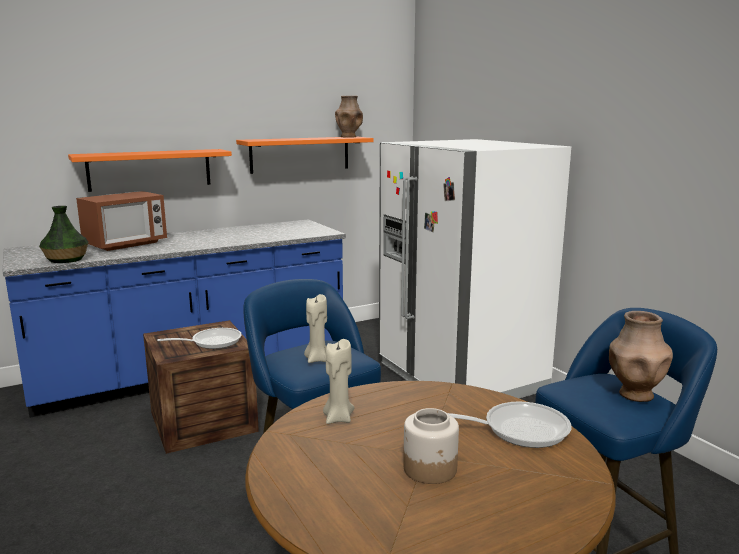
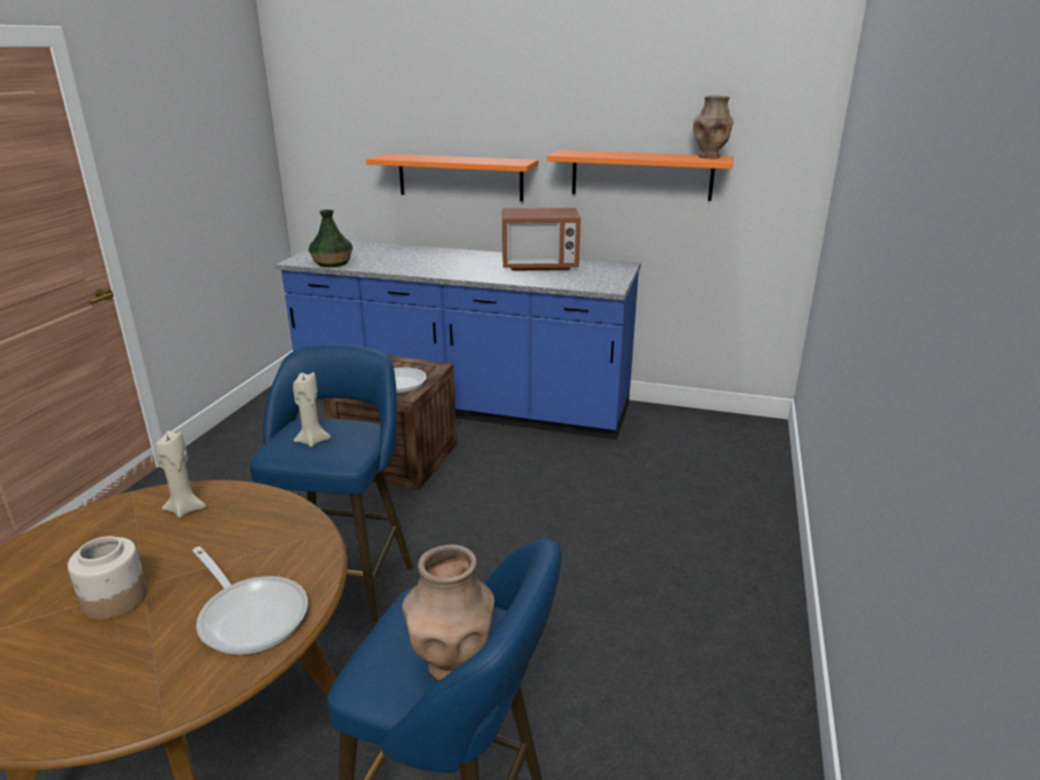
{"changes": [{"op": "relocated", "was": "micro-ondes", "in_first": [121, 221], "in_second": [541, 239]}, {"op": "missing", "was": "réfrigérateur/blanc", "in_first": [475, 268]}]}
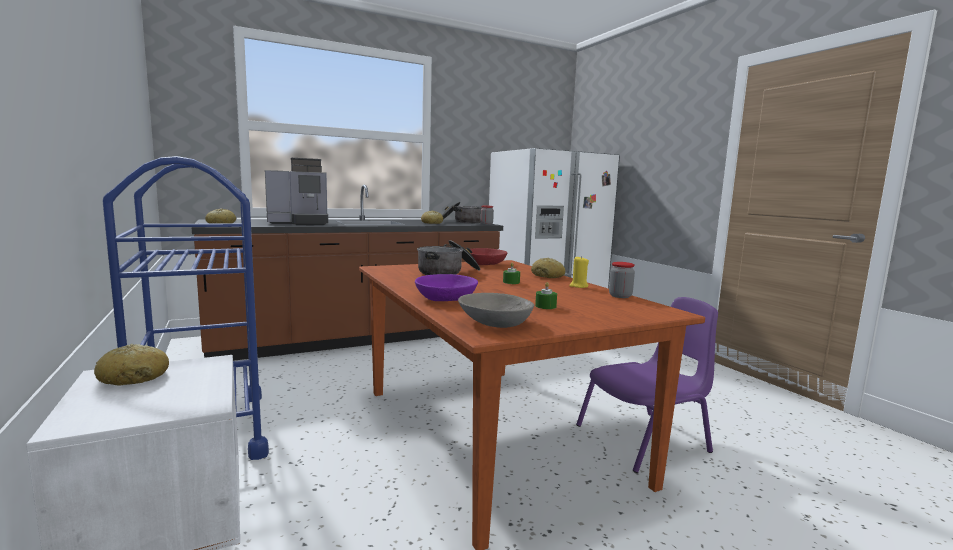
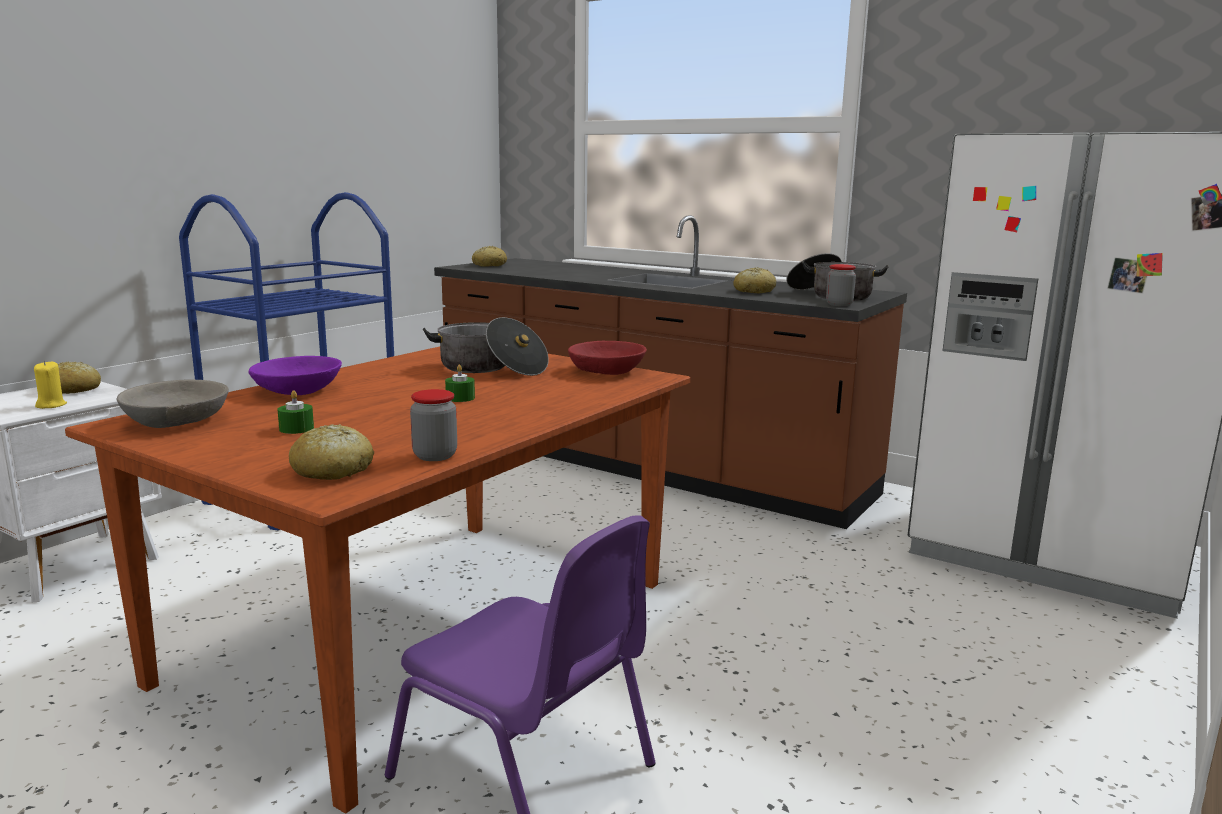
{"changes": [{"op": "missing", "was": "machine à café", "in_first": [296, 191]}, {"op": "relocated", "was": "pain", "in_first": [548, 268], "in_second": [331, 452]}, {"op": "relocated", "was": "bougie/jaune", "in_first": [579, 272], "in_second": [50, 385]}]}
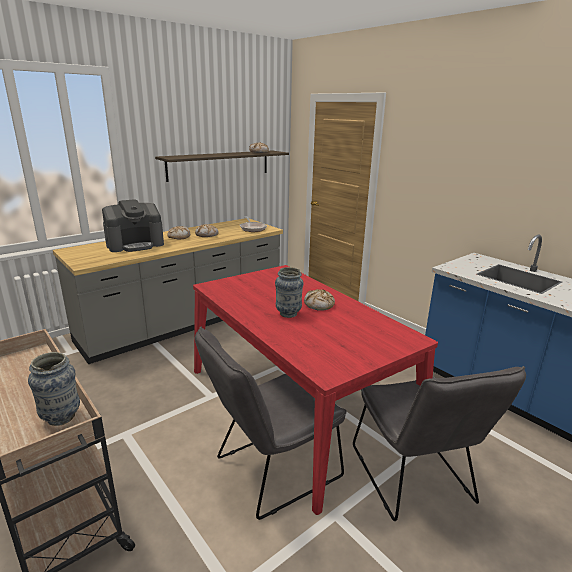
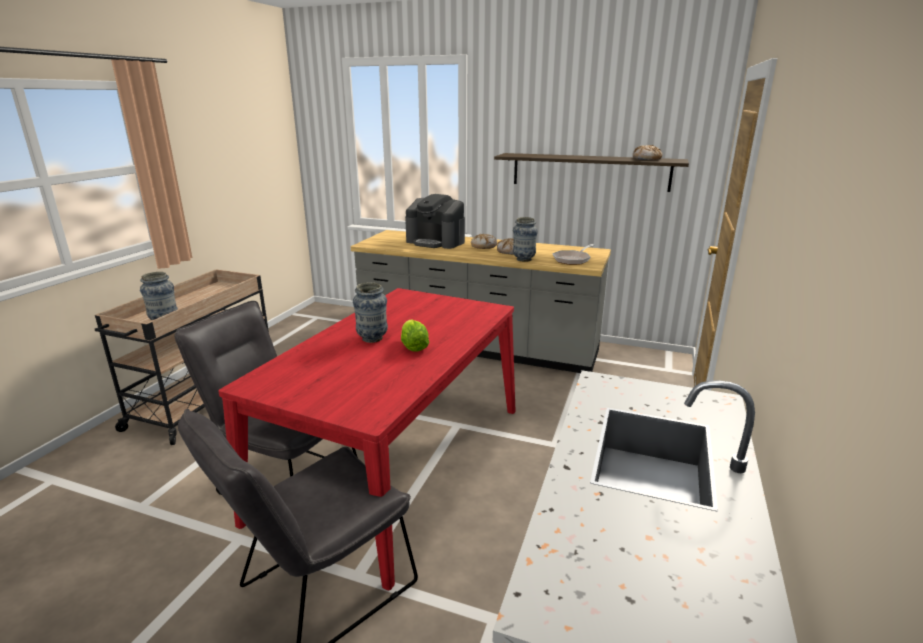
{"changes": [{"op": "exchanged", "was": "pain", "now": "laitue", "in_first": [319, 300], "in_second": [415, 335]}, {"op": "appeared", "now": "vase", "in_second": [525, 239]}]}
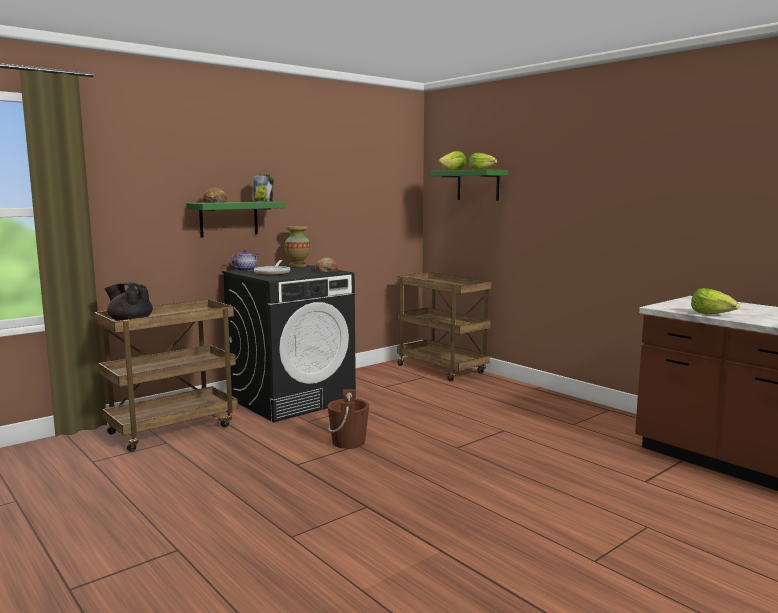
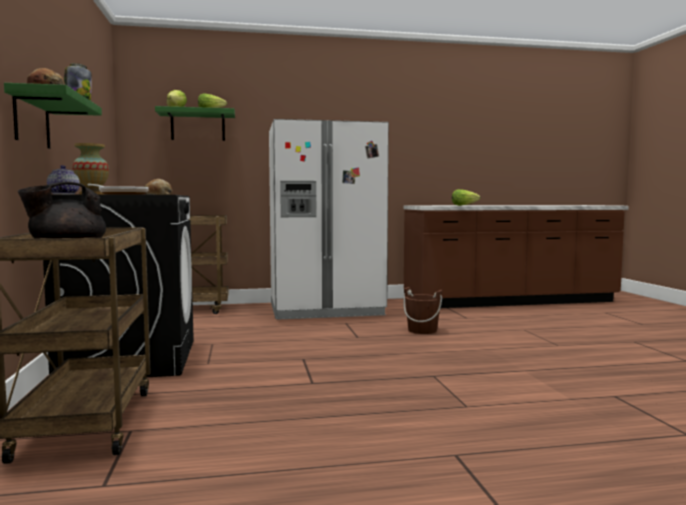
{"changes": [{"op": "relocated", "was": "seau/marron", "in_first": [348, 419], "in_second": [423, 310]}, {"op": "appeared", "now": "réfrigérateur/blanc", "in_second": [329, 219]}]}
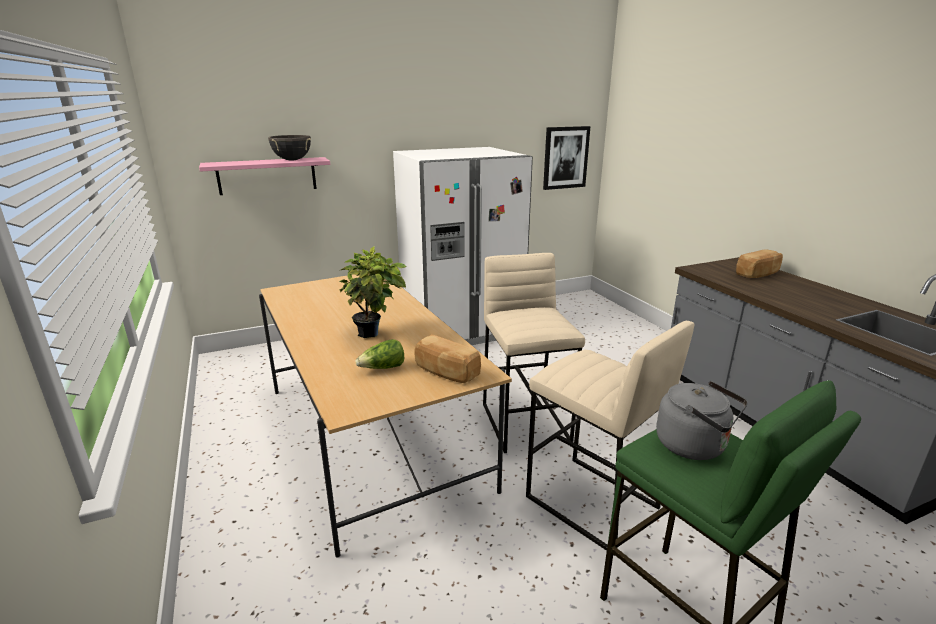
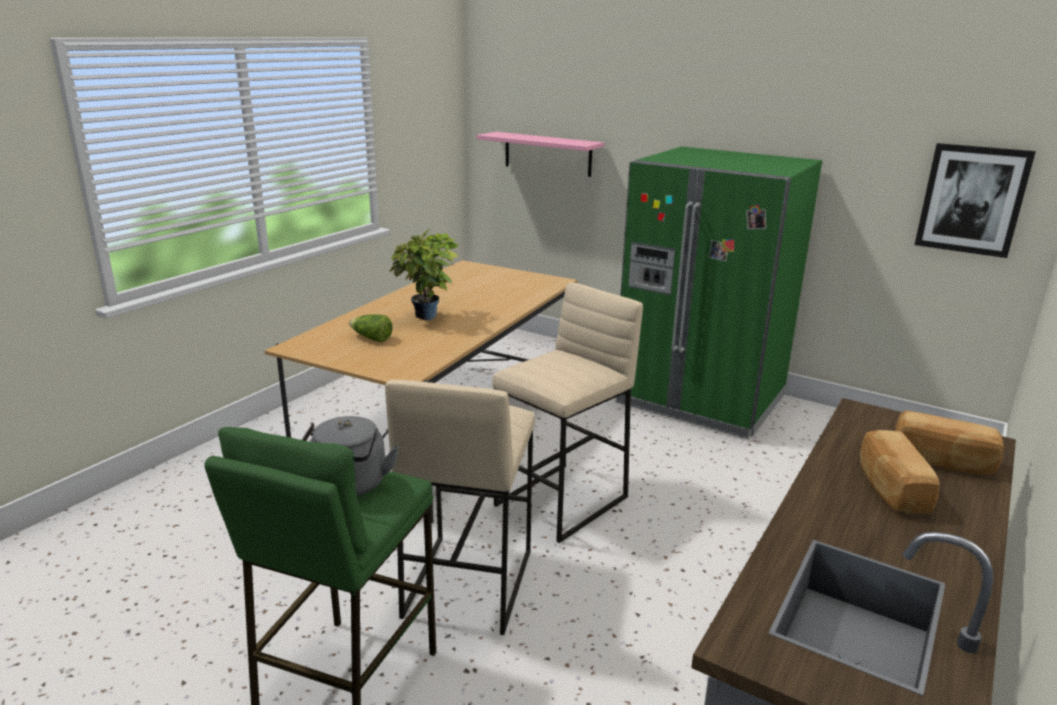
{"changes": [{"op": "missing", "was": "marmite/noir", "in_first": [289, 148]}, {"op": "colour", "was": "réfrigérateur/blanc", "now": "réfrigérateur/vert", "in_first": [463, 246], "in_second": [718, 292]}, {"op": "relocated", "was": "pain", "in_first": [447, 358], "in_second": [900, 472]}]}
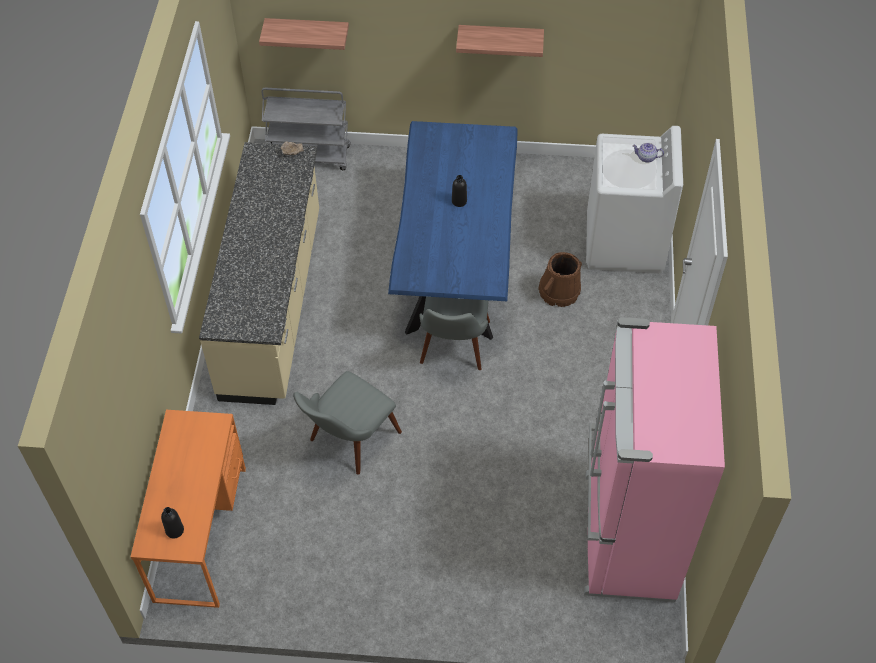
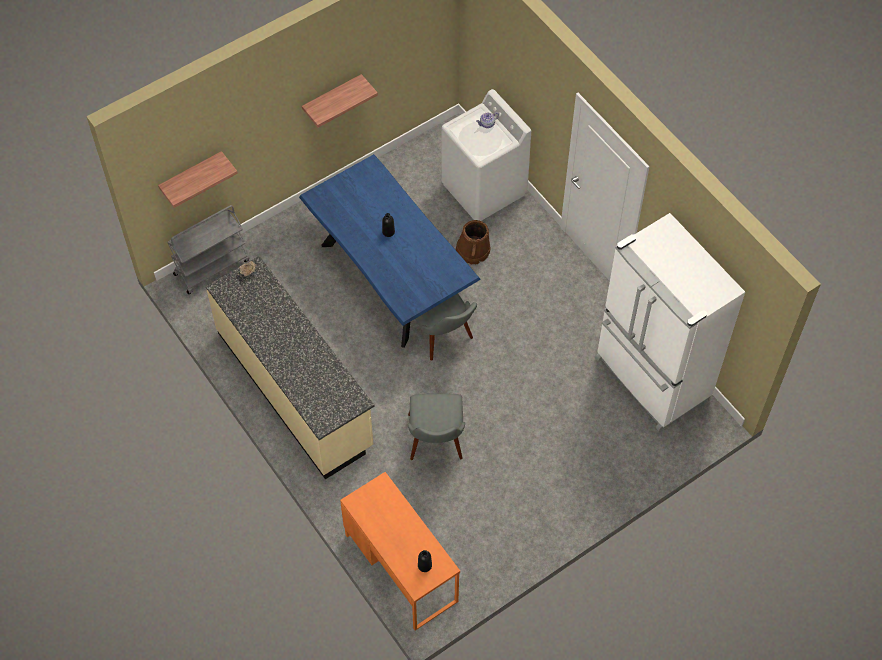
{"changes": [{"op": "colour", "was": "réfrigérateur/rose", "now": "réfrigérateur/blanc", "in_first": [654, 459], "in_second": [670, 322]}]}
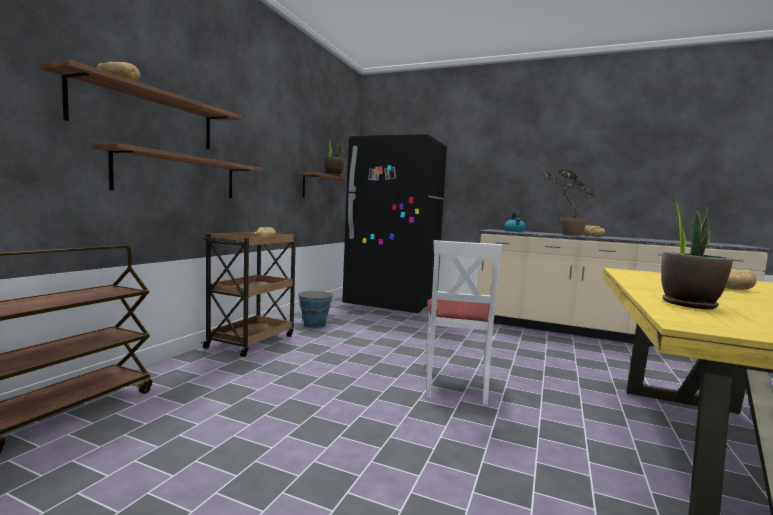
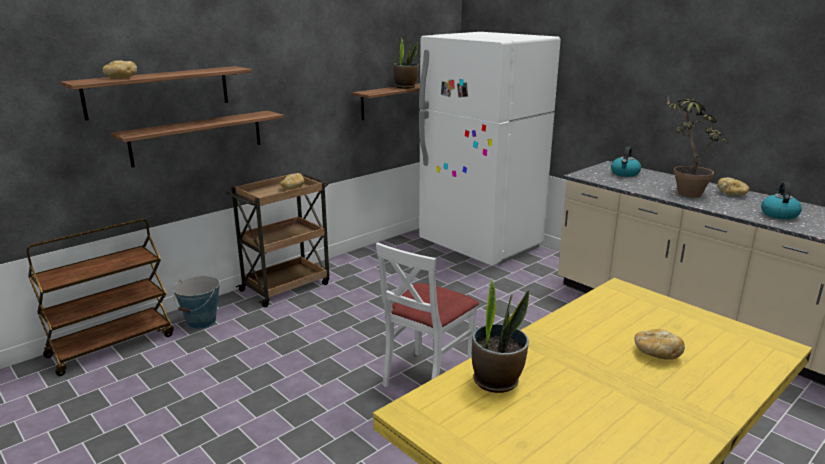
{"changes": [{"op": "relocated", "was": "seau", "in_first": [315, 309], "in_second": [196, 302]}, {"op": "colour", "was": "réfrigérateur/noir", "now": "réfrigérateur/blanc", "in_first": [394, 224], "in_second": [490, 149]}, {"op": "appeared", "now": "bouilloire", "in_second": [781, 201]}]}
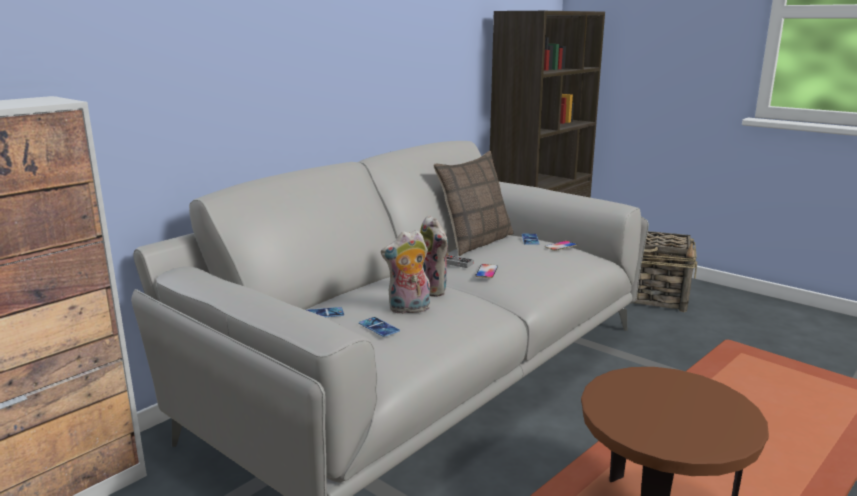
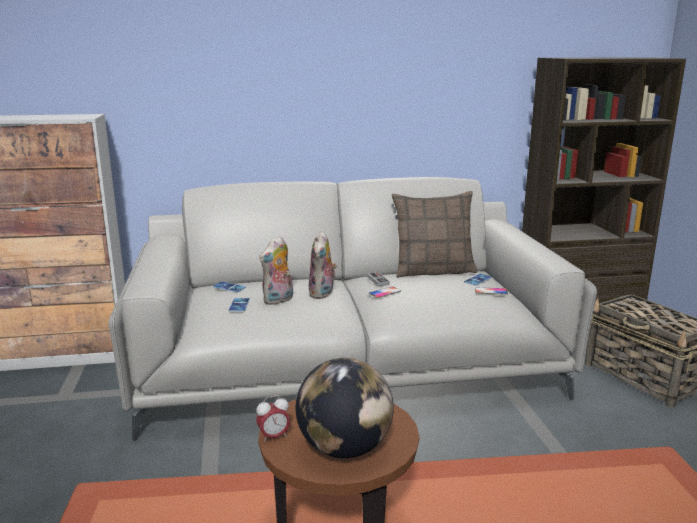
{"changes": [{"op": "spun", "was": "peluche", "in_first": [405, 272], "in_second": [276, 270], "clockwise": -75}, {"op": "appeared", "now": "réveil", "in_second": [273, 419]}, {"op": "appeared", "now": "globe", "in_second": [345, 408]}]}
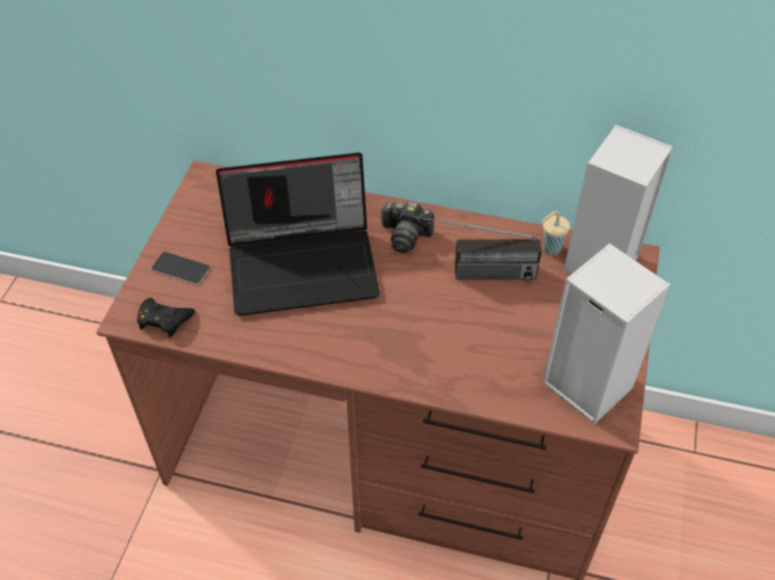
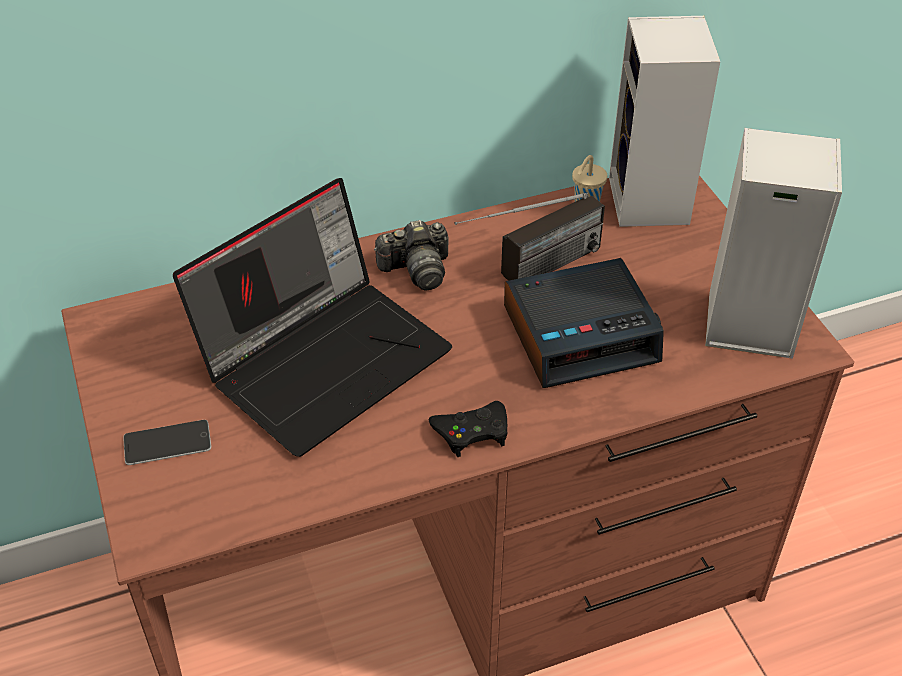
{"changes": [{"op": "relocated", "was": "manette/noir", "in_first": [166, 318], "in_second": [467, 429]}, {"op": "appeared", "now": "réveil", "in_second": [584, 323]}]}
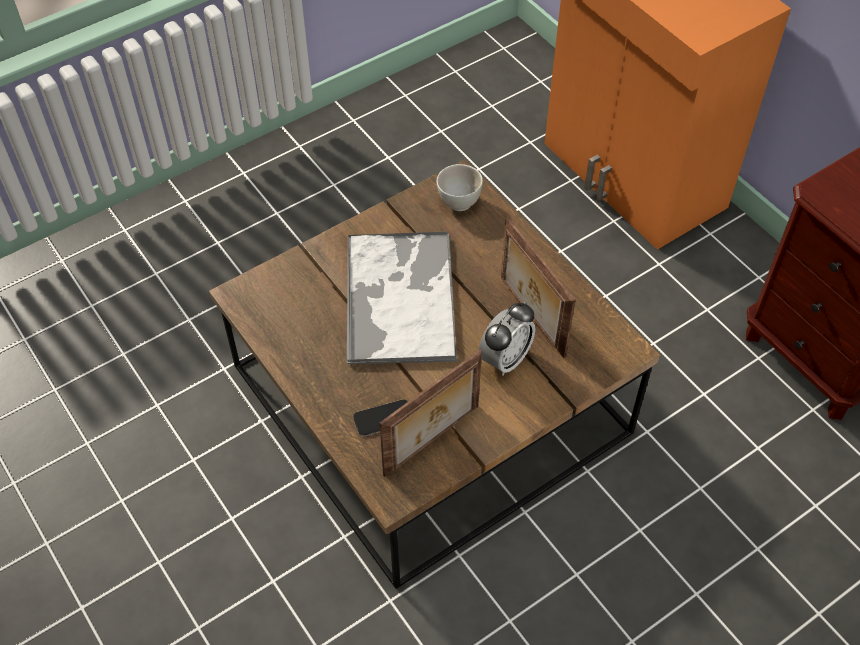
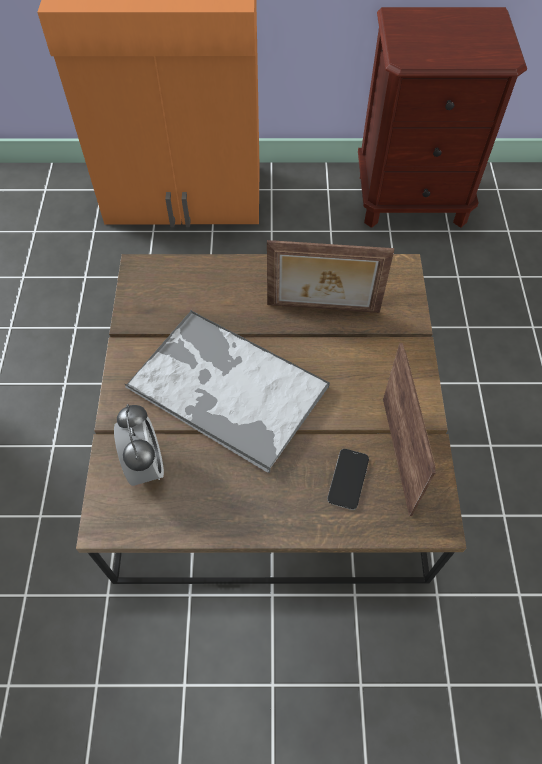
{"changes": [{"op": "missing", "was": "bol/blanc", "in_first": [460, 187]}, {"op": "relocated", "was": "réveil", "in_first": [507, 339], "in_second": [139, 445]}]}
